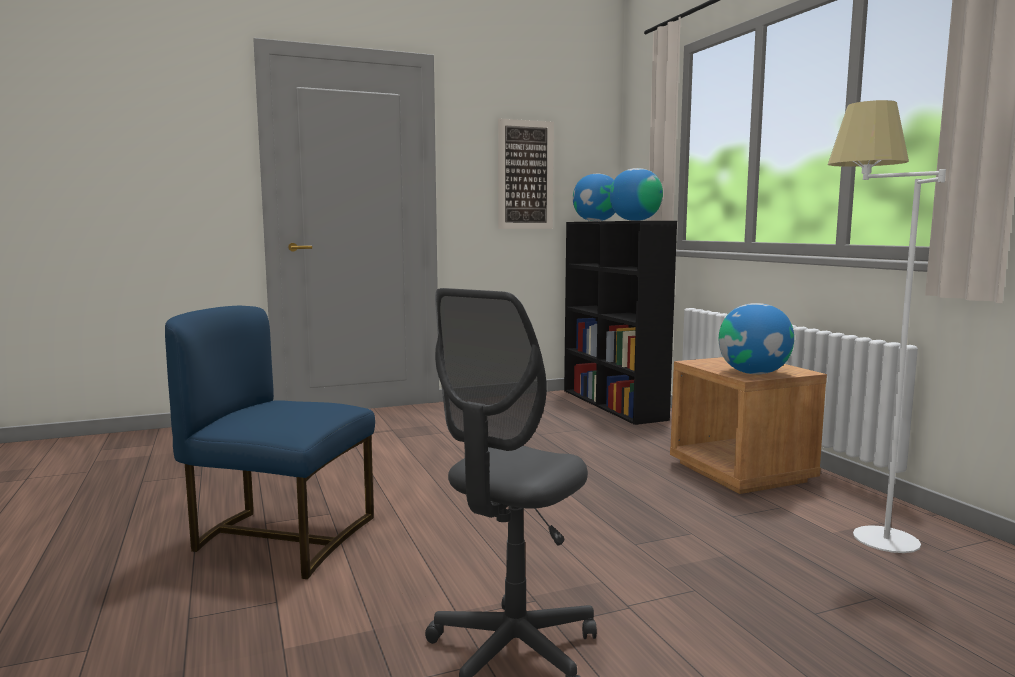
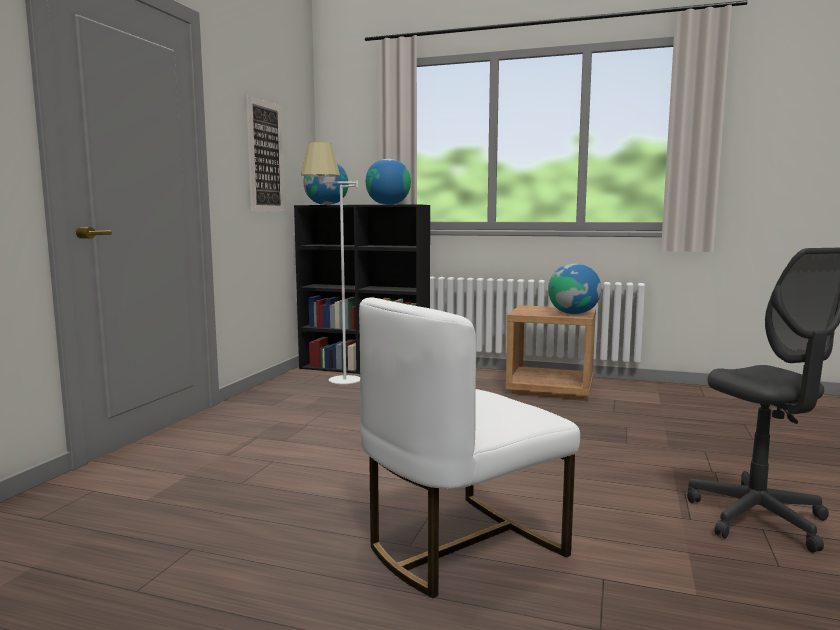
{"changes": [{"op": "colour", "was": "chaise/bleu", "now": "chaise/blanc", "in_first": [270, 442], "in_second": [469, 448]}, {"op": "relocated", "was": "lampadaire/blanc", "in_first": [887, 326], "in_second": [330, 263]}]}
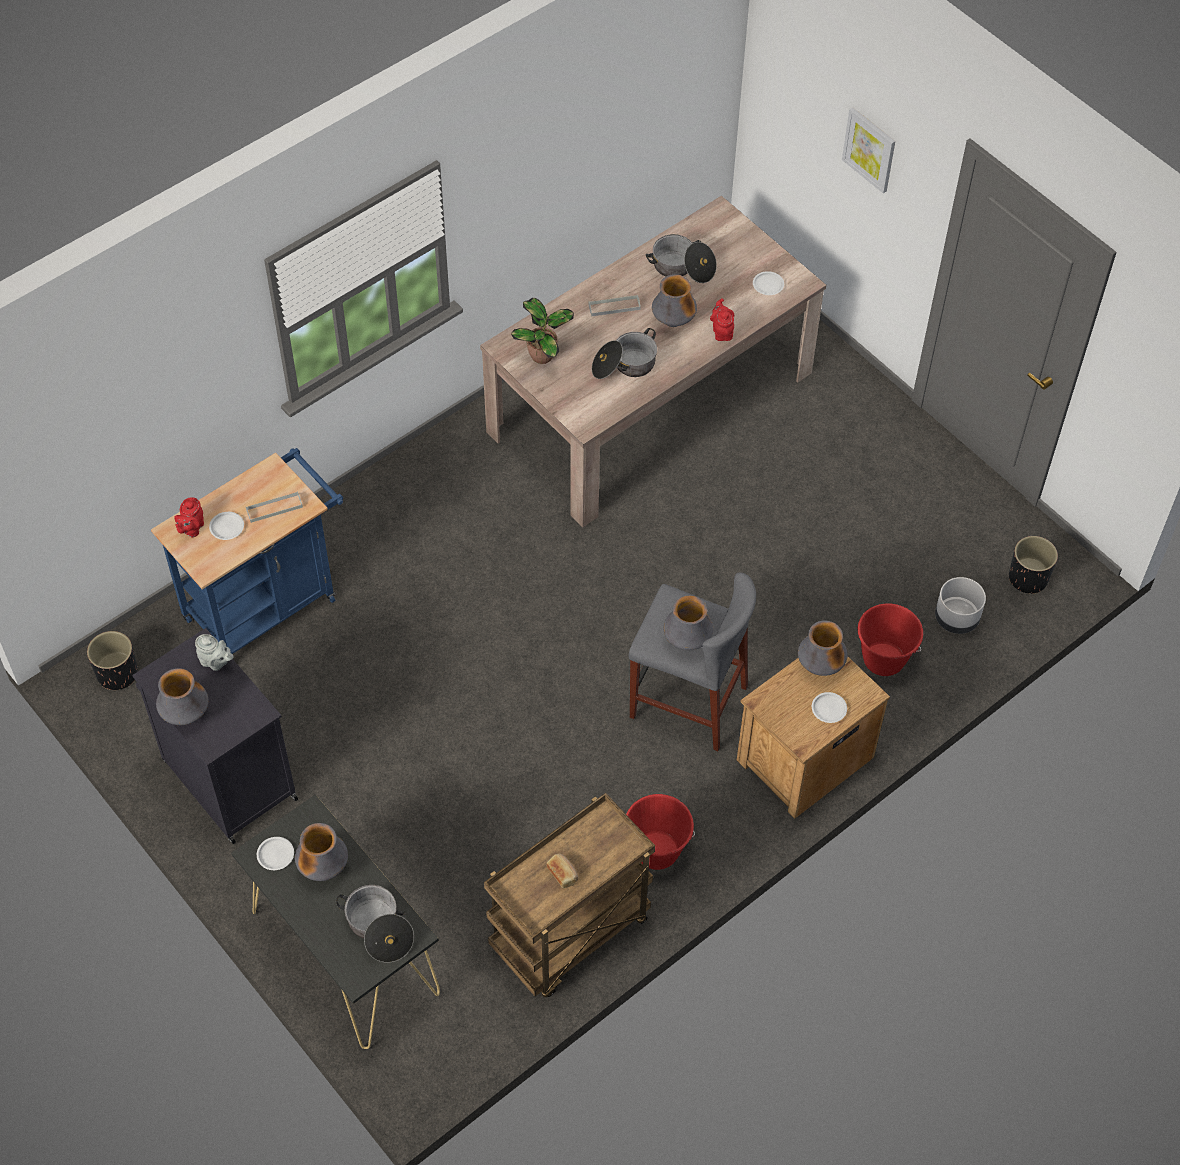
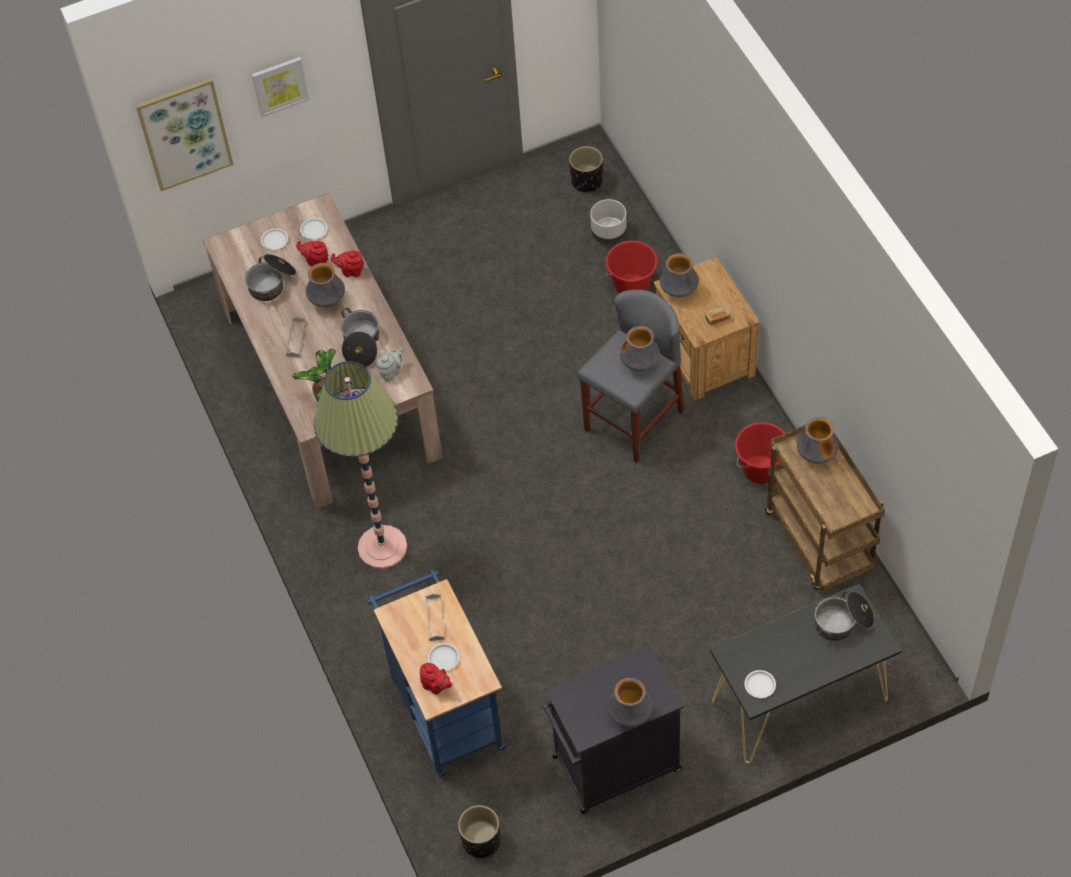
{"changes": [{"op": "relocated", "was": "théière/gris", "in_first": [214, 652], "in_second": [389, 365]}, {"op": "relocated", "was": "vase", "in_first": [321, 852], "in_second": [818, 440]}, {"op": "relocated", "was": "pain", "in_first": [562, 871], "in_second": [718, 315]}, {"op": "relocated", "was": "assiette/blanc", "in_first": [829, 707], "in_second": [274, 239]}, {"op": "appeared", "now": "tableau", "in_second": [184, 134]}, {"op": "appeared", "now": "théière/rouge", "in_second": [312, 253]}, {"op": "appeared", "now": "lampadaire", "in_second": [360, 465]}]}
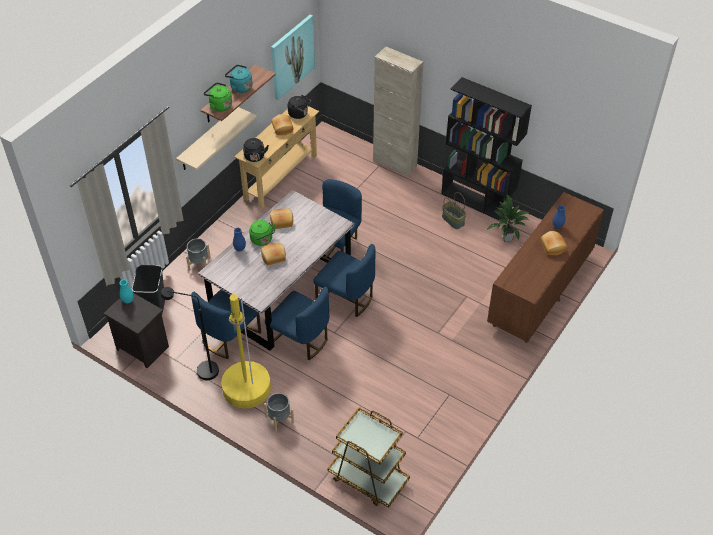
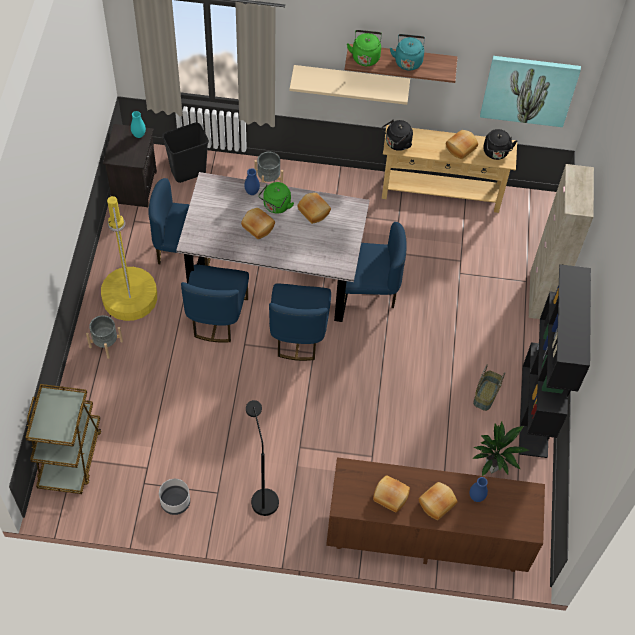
{"changes": [{"op": "relocated", "was": "lampadaire/noir", "in_first": [190, 333], "in_second": [262, 458]}, {"op": "appeared", "now": "cache-pot/gris", "in_second": [174, 497]}, {"op": "appeared", "now": "pain", "in_second": [391, 493]}]}
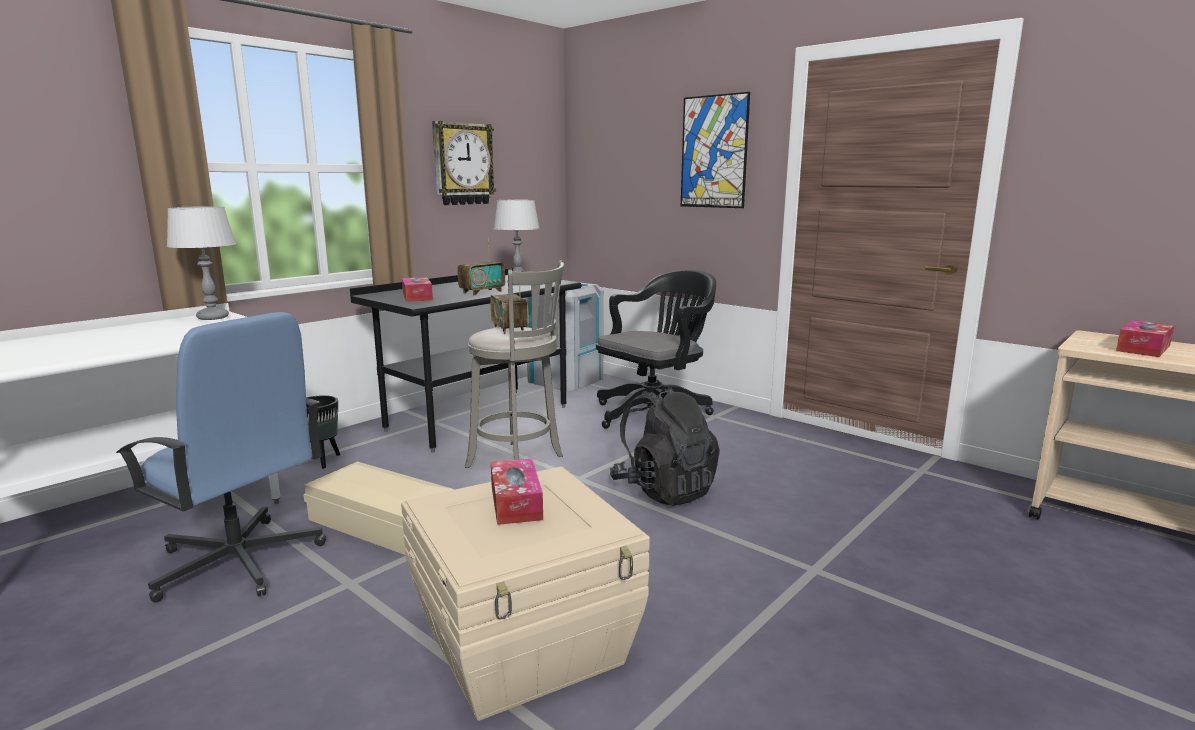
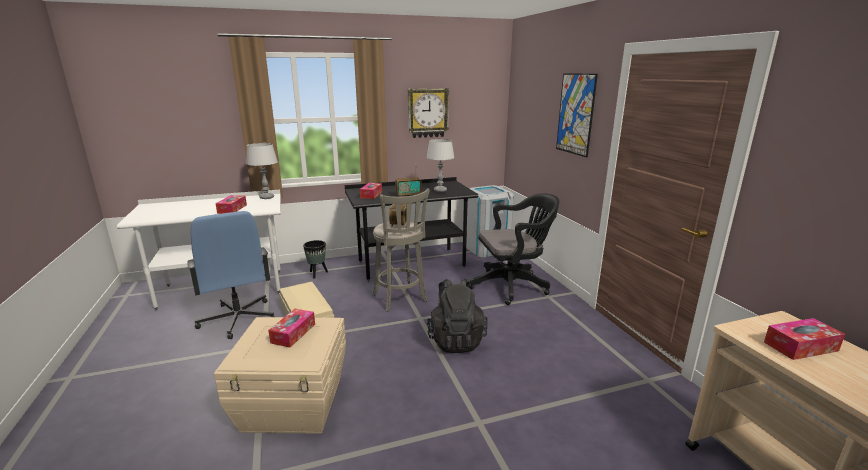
{"changes": [{"op": "appeared", "now": "boîte à mouchoirs", "in_second": [231, 204]}]}
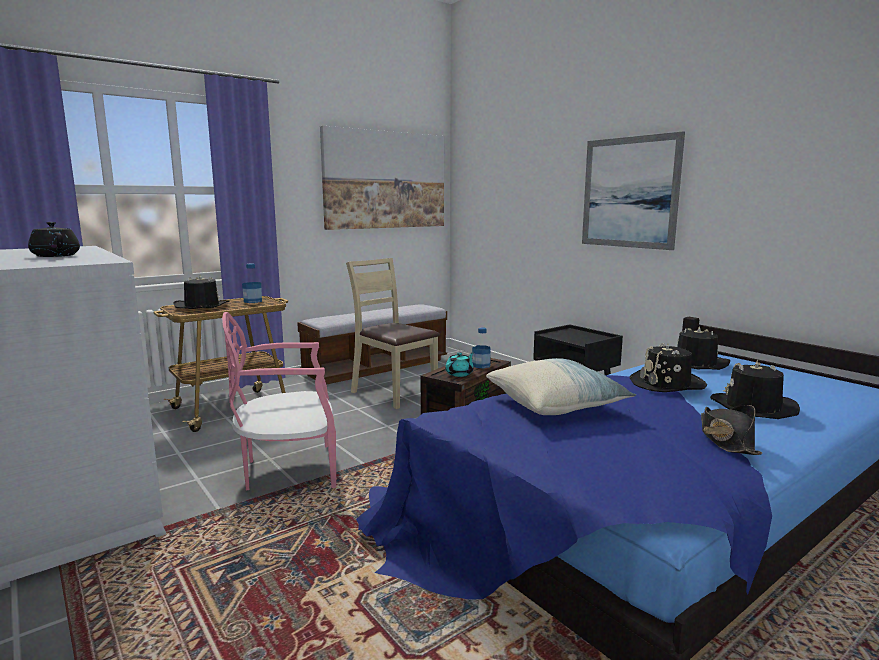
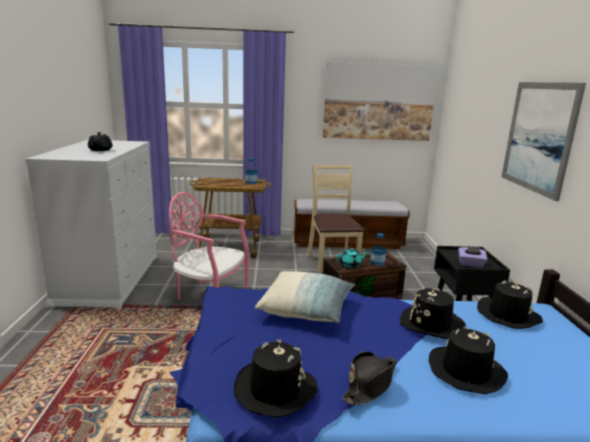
{"changes": [{"op": "relocated", "was": "chapeau/noir", "in_first": [201, 292], "in_second": [276, 379]}, {"op": "appeared", "now": "boîte à mouchoirs/violet", "in_second": [472, 257]}]}
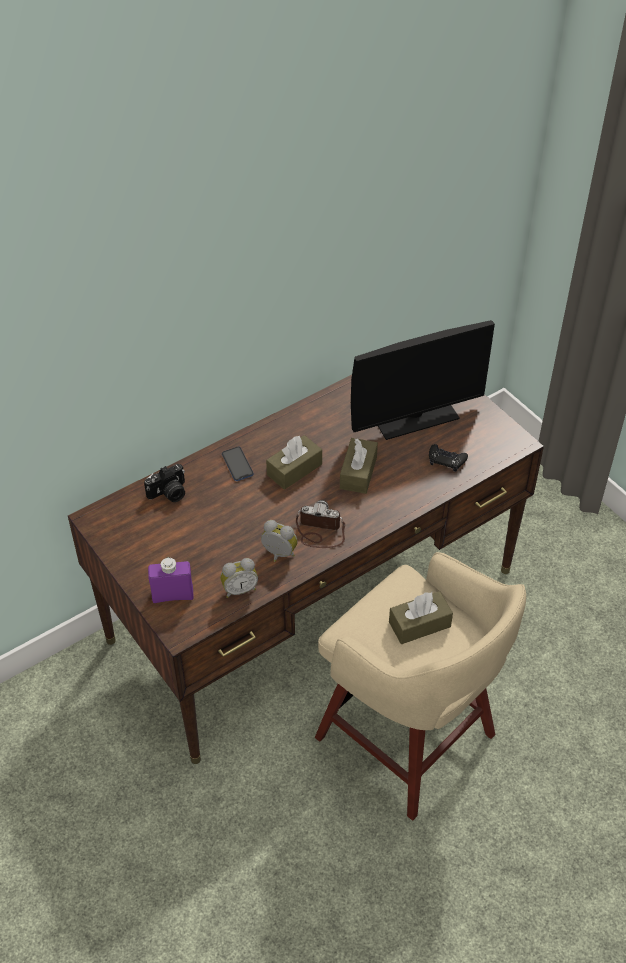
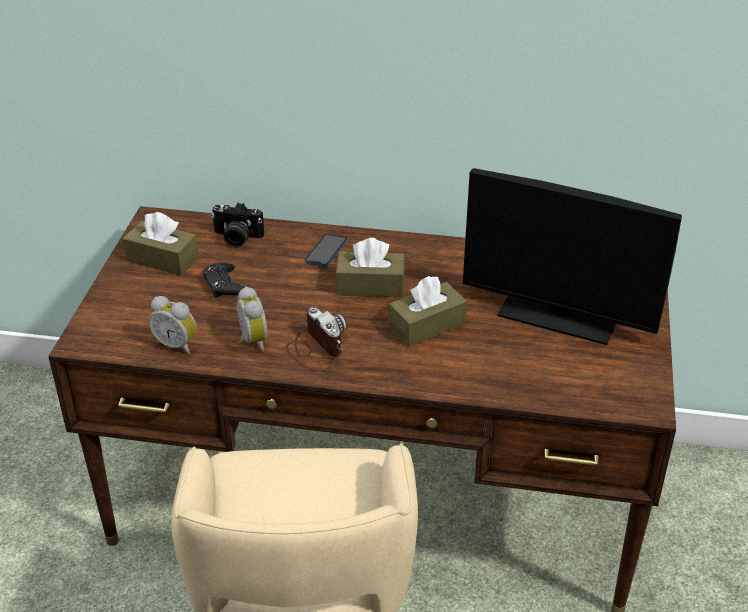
{"changes": [{"op": "missing", "was": "bouteille/violet", "in_first": [171, 580]}, {"op": "relocated", "was": "boîte à mouchoirs/marron", "in_first": [421, 617], "in_second": [161, 244]}, {"op": "relocated", "was": "manette/noir", "in_first": [448, 458], "in_second": [224, 280]}]}
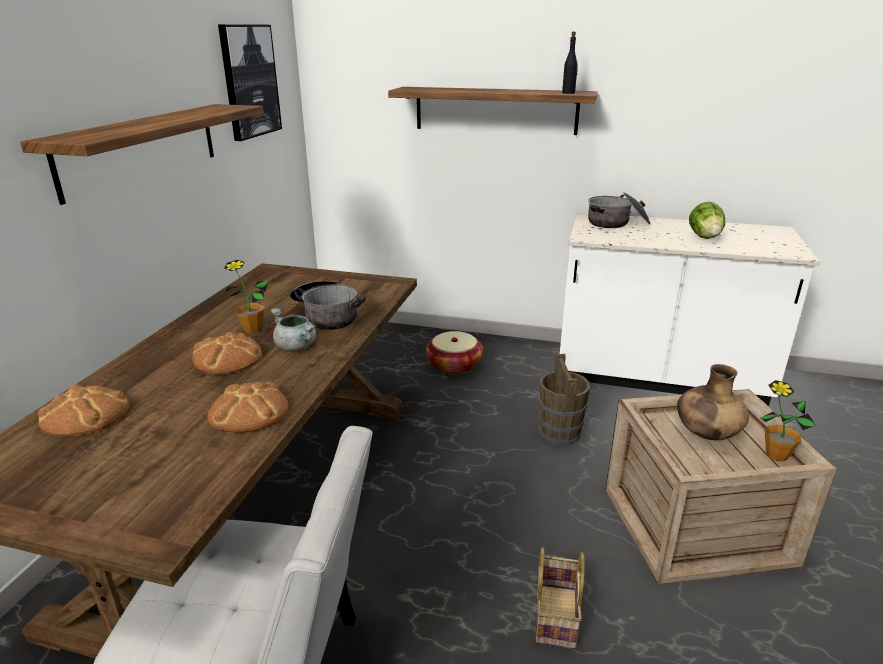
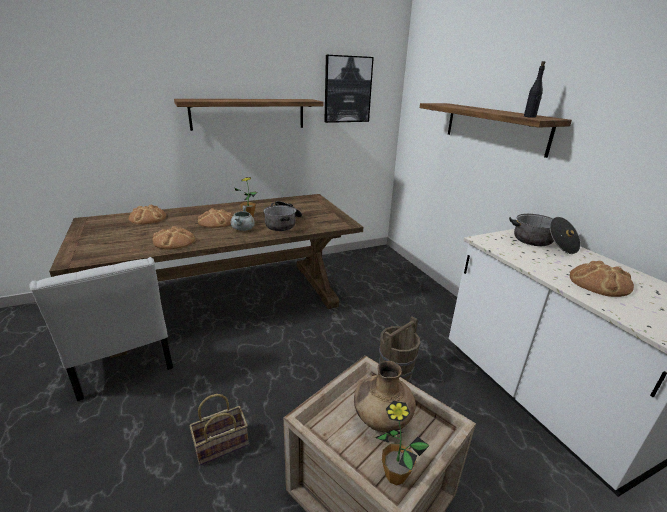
{"changes": [{"op": "missing", "was": "panier", "in_first": [454, 353]}, {"op": "exchanged", "was": "laitue", "now": "pain", "in_first": [707, 220], "in_second": [602, 278]}]}
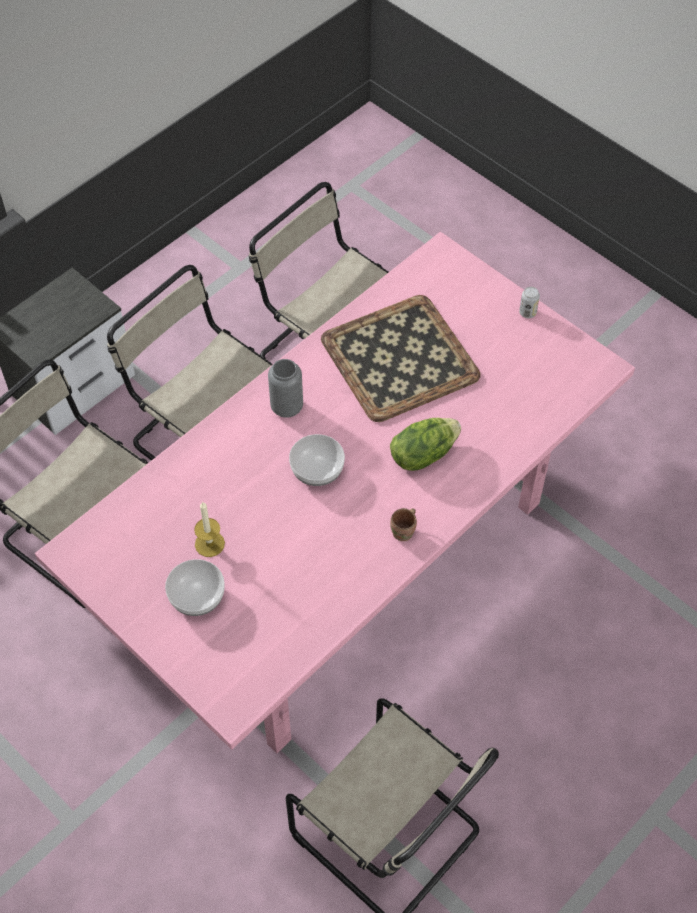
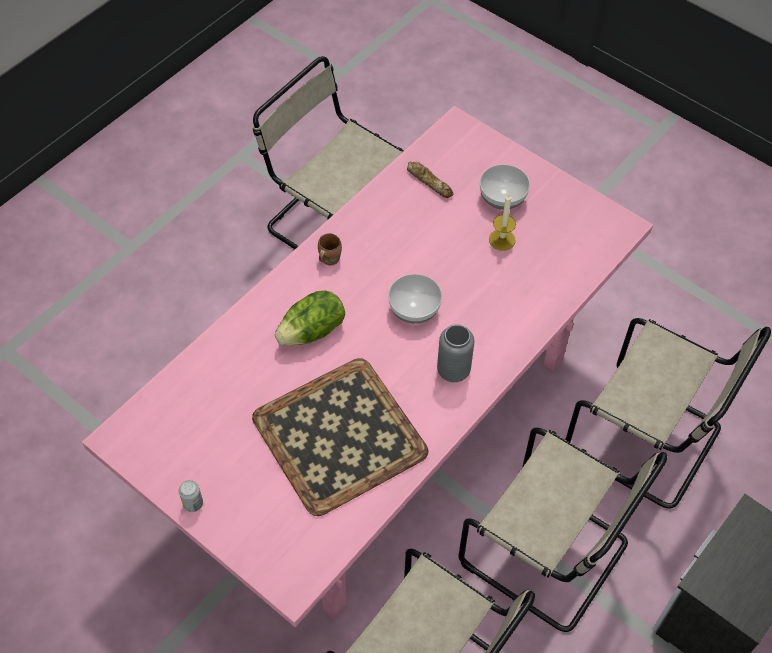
{"changes": [{"op": "appeared", "now": "pain", "in_second": [430, 179]}]}
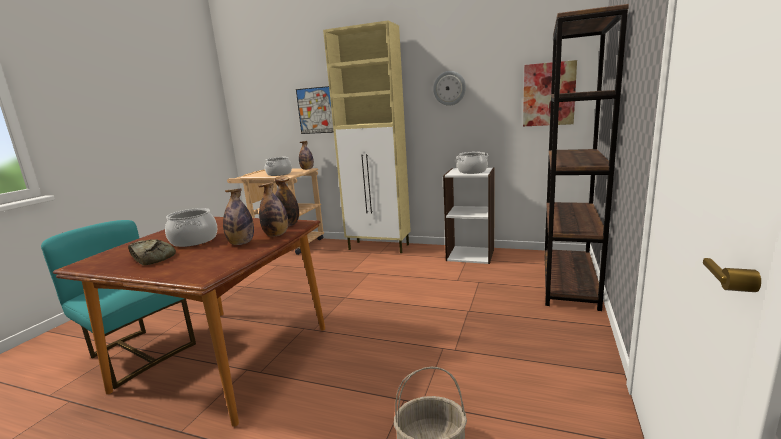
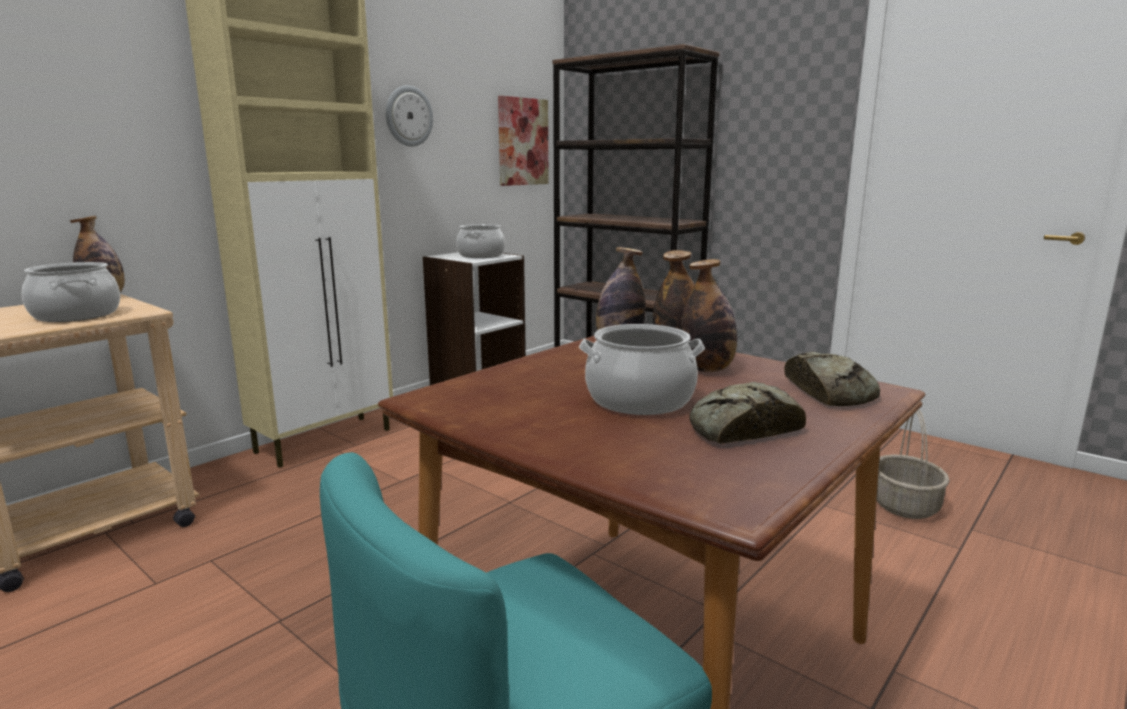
{"changes": [{"op": "missing", "was": "tableau", "in_first": [315, 110]}, {"op": "appeared", "now": "pain", "in_second": [832, 379]}]}
